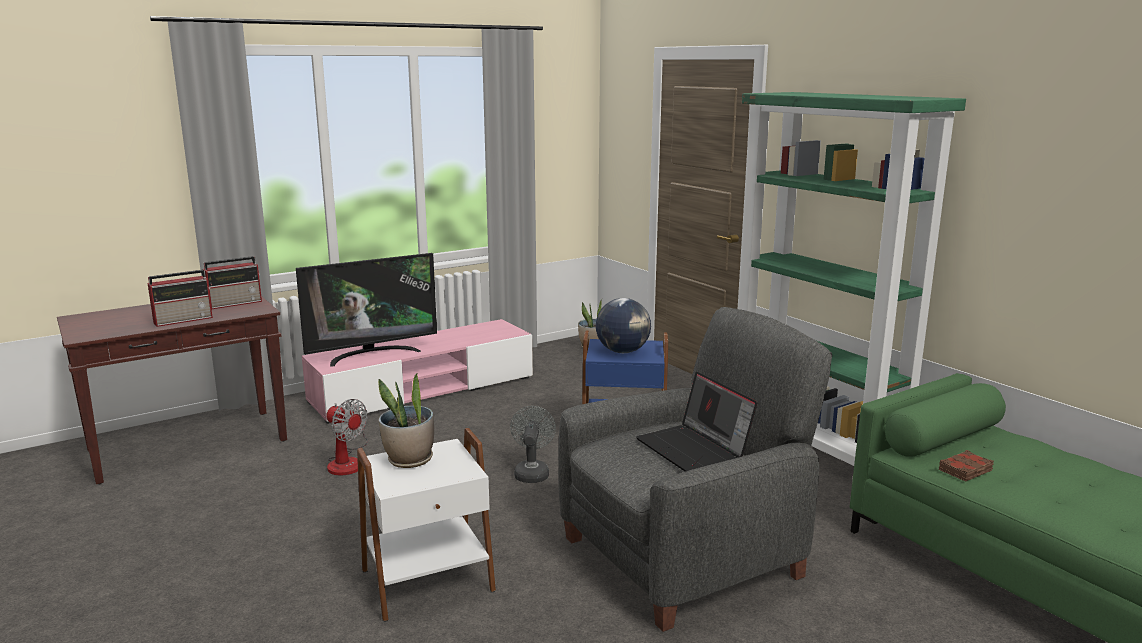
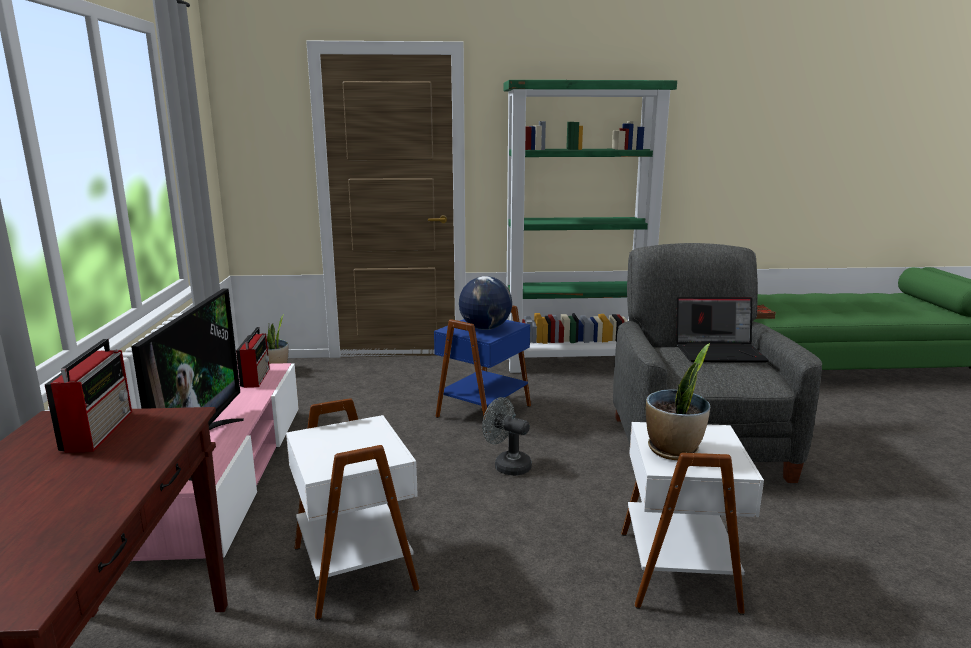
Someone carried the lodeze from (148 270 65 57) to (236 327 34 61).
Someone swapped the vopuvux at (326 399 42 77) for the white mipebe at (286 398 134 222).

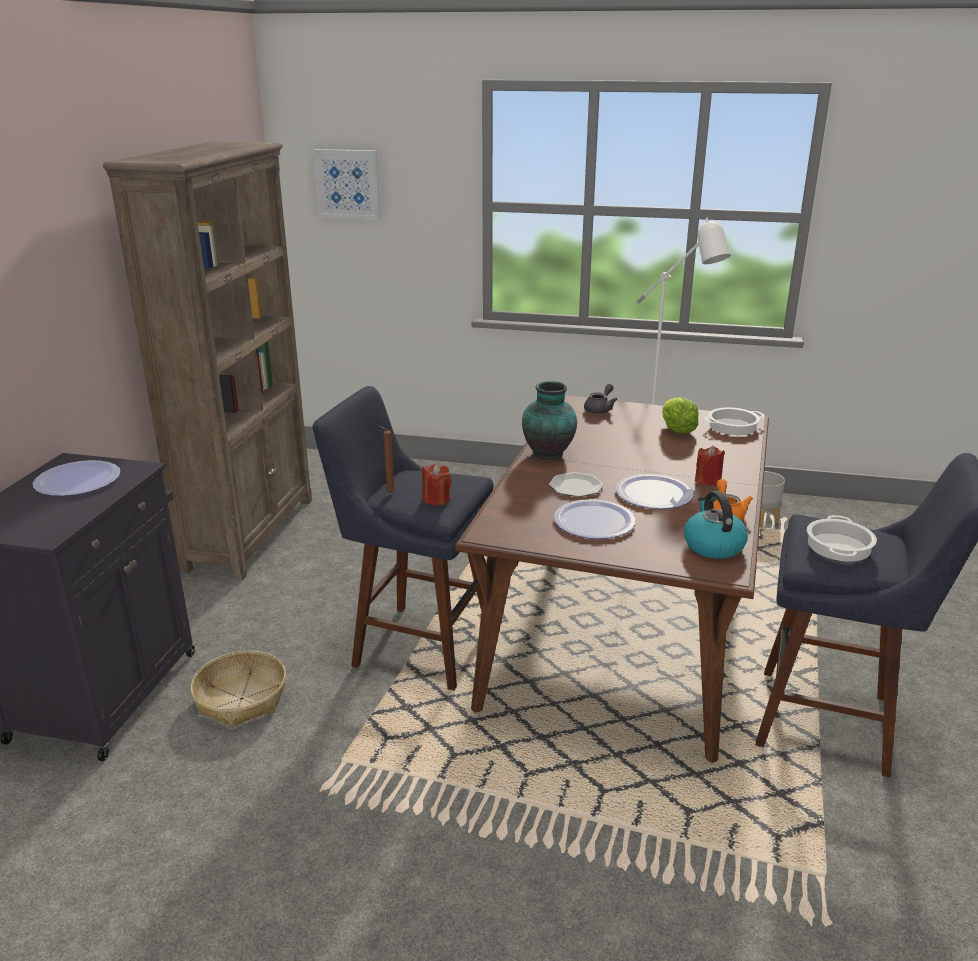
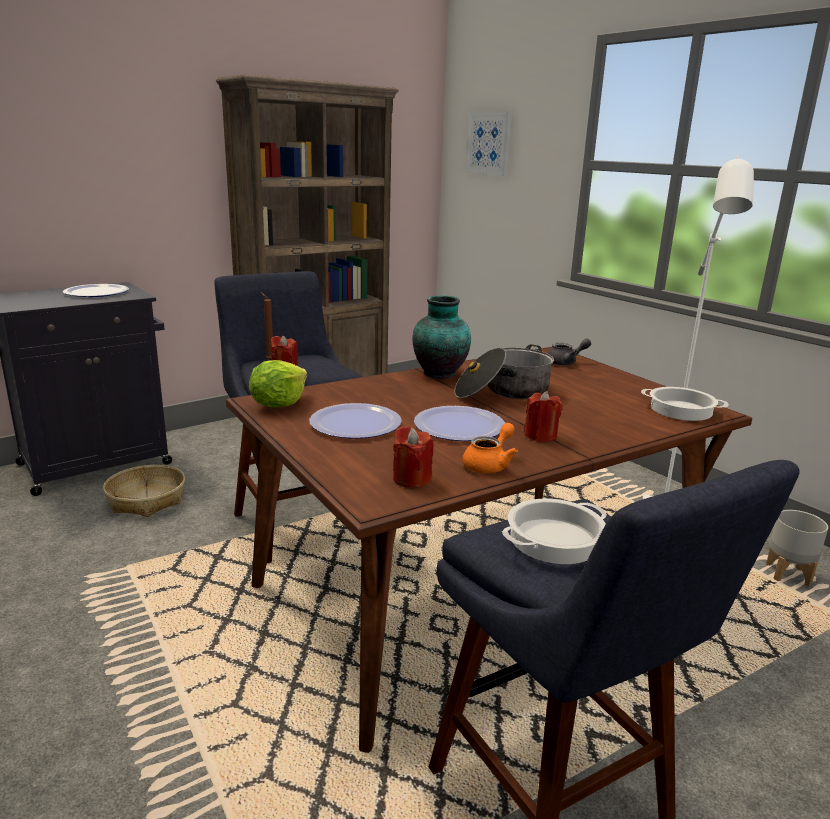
Someone carried the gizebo from (662 397 37 37) to (249 360 58 47).
Someone swapped the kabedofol at (684 491 64 68) for the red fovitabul at (393 426 40 62).
Someone put down the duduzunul at (454 344 100 55).
Someone took away the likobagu at (549 472 55 25).

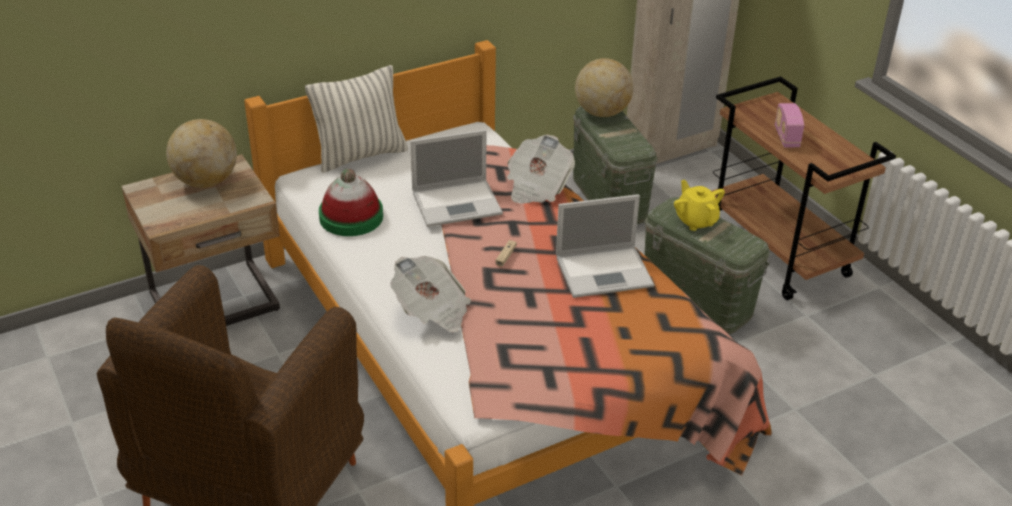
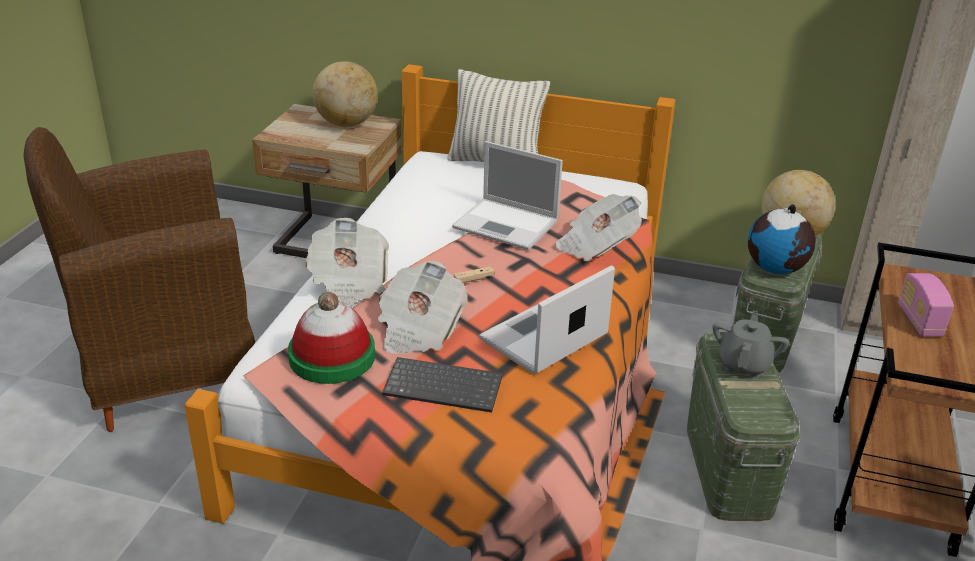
Someone carried the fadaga from (319 169 64 67) to (288 292 87 92).
Someone put down the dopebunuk at (378 261 90 93).
Someone put down the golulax at (382 357 121 56).
Someone rotated the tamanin at (556 194 98 104) by 105 degrees clockwise.
Someone repainted the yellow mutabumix at (674 180 51 51), which became the grey mutabumix at (712 311 77 67).
Someone put down the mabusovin at (748 204 68 70).
Someone rotated the lodeze at (775 103 29 45) by 45 degrees counterclockwise.

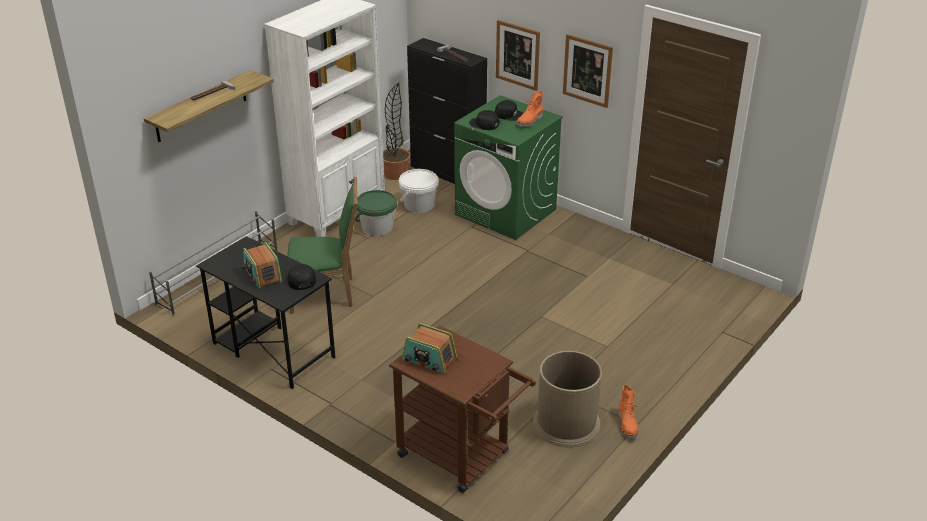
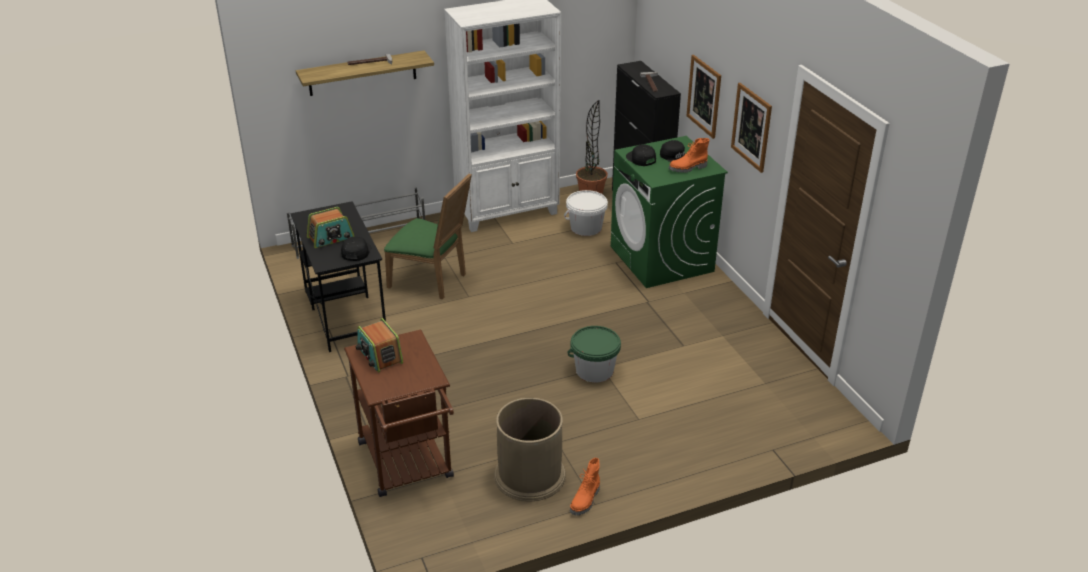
Someone rotated the lodeze at (242 242 40 47) by 120 degrees counterclockwise.
Someone carried the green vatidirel from (355 190 42 46) to (567 326 54 56).

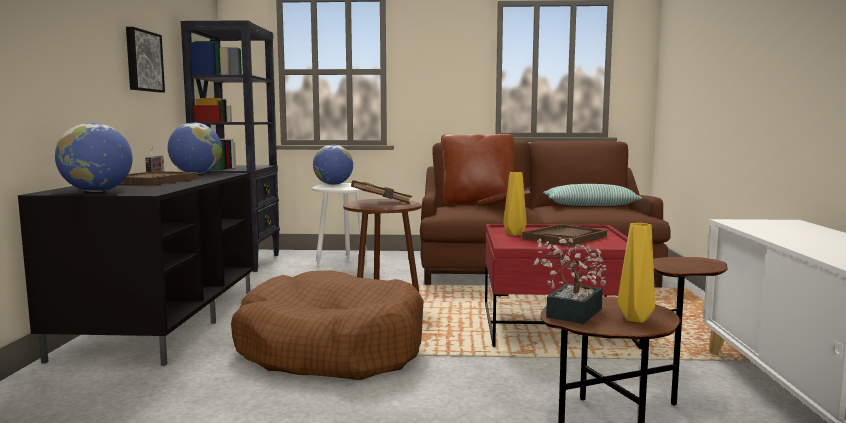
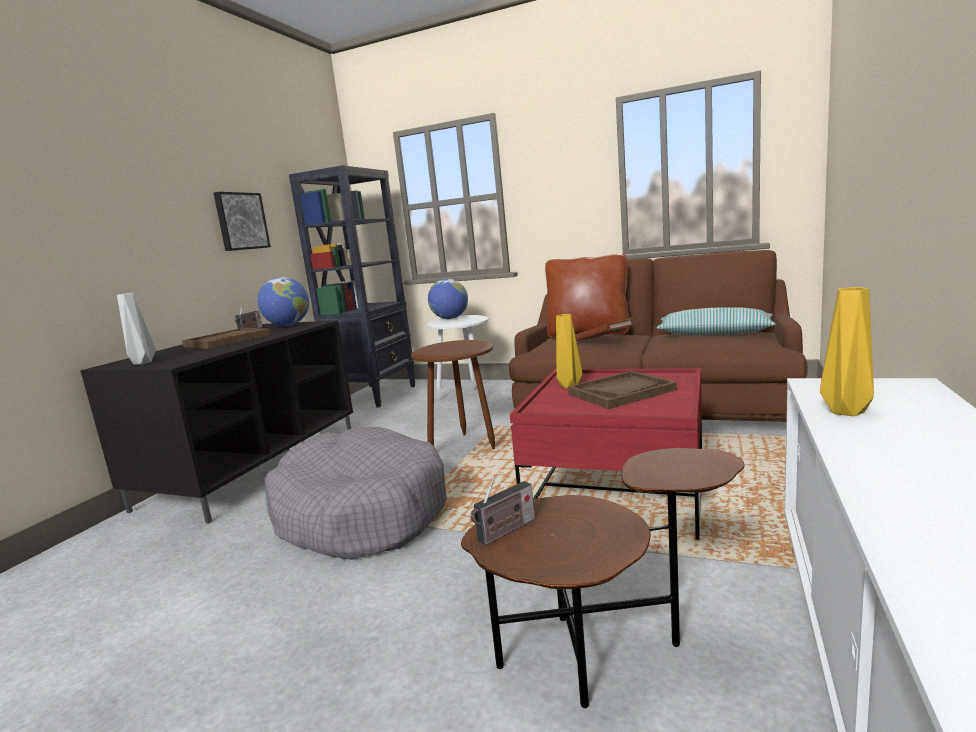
Someone swapped the mabusovin at (55 123 77 69) for the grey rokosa at (117 293 39 72).
Someone repainted the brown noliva at (231 270 193 110), which became the grey noliva at (265 427 182 133).
Someone swapped the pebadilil at (534 237 72 87) for the lodeze at (470 477 65 68).
Someone carried the yellow rokosa from (617 223 38 100) to (820 287 54 129).
Someone took away the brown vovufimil at (351 180 61 24).

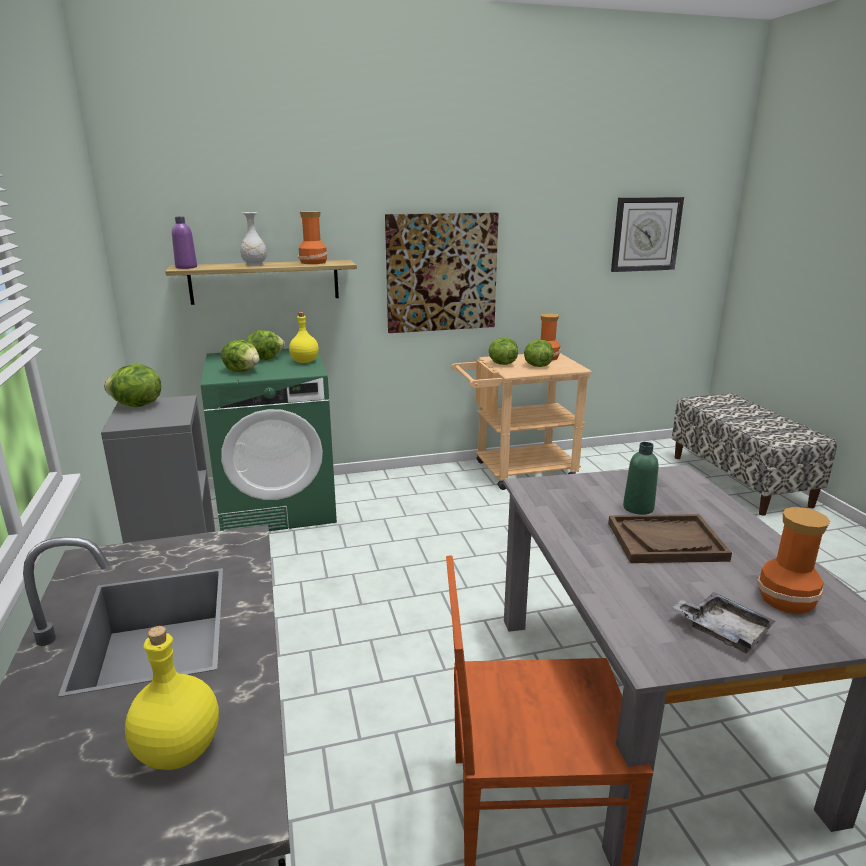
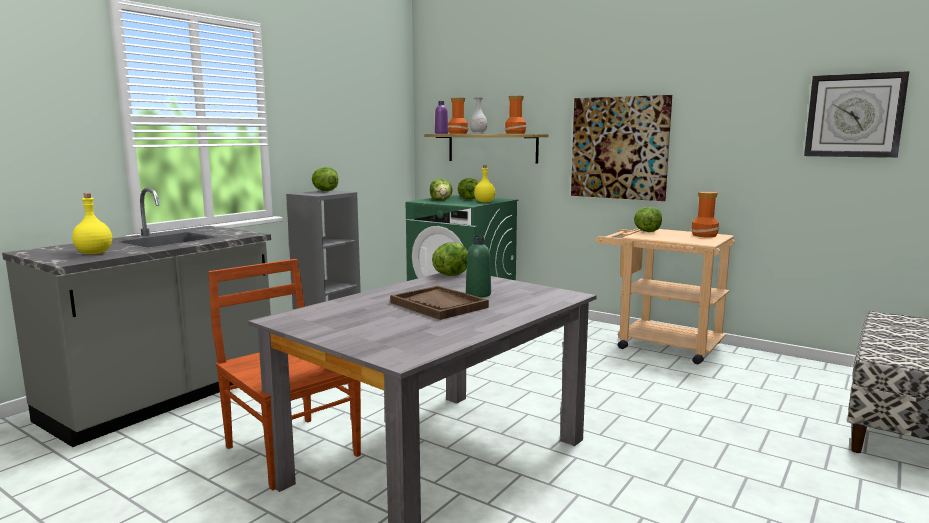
Someone carried the gizebo from (524 340 29 27) to (432 243 36 33).
Someone carried the rokosa from (757 507 73 107) to (448 98 21 36).
Someone took away the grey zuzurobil at (673 592 102 61).

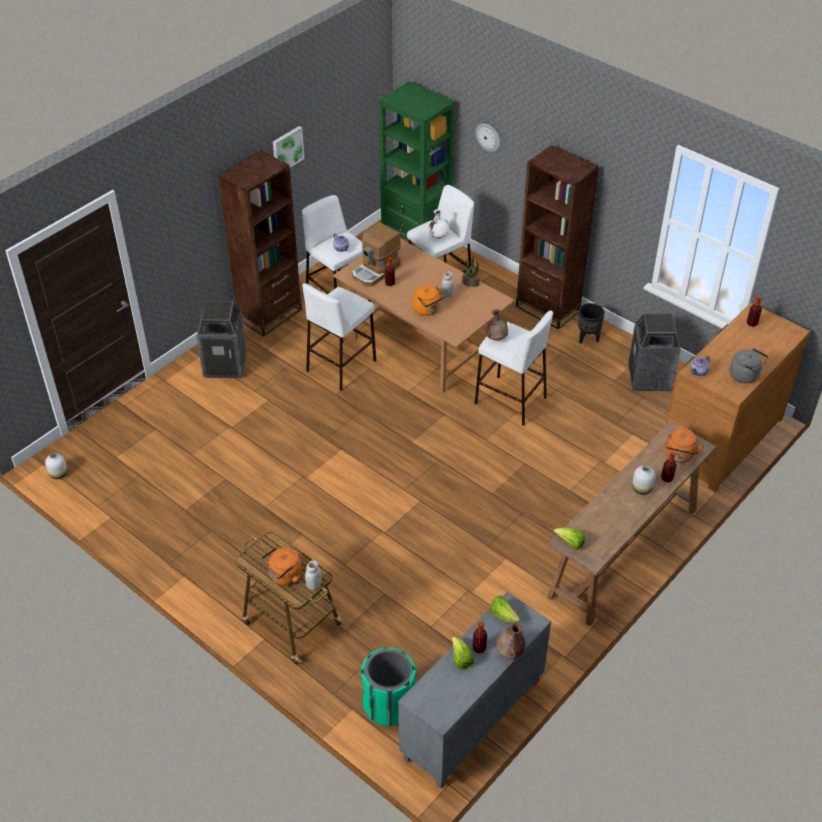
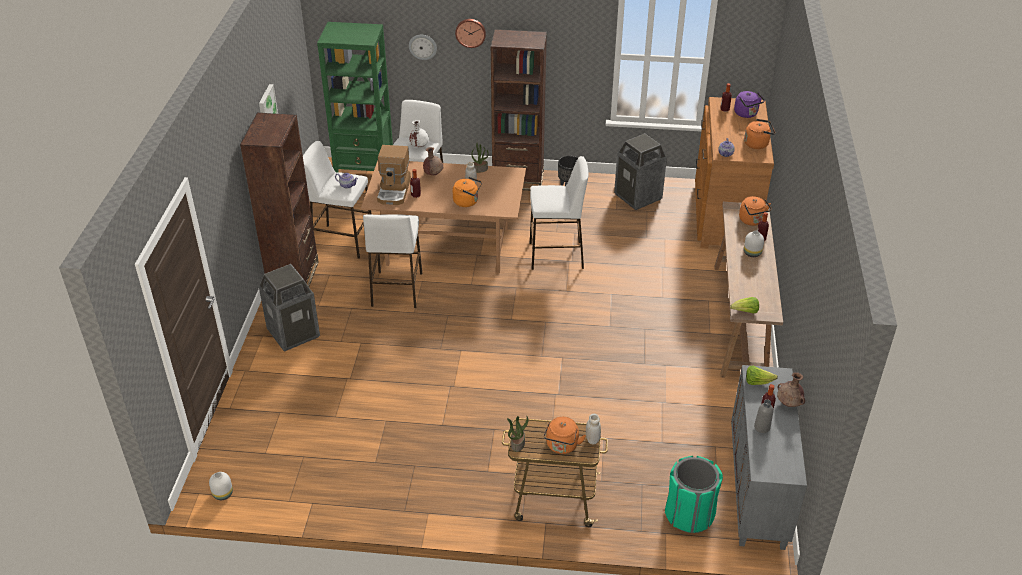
Someone carried the brown rokosa from (486 309 22 32) to (423 147 20 28).
Someone put up the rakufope at (455 19 31 29).
Someone put down the pebadilil at (507 415 22 37).
Someone put down the purple kabedofol at (734 91 31 27).
Someone repainted the grey kabedofol at (730 348 38 36), which became the orange kabedofol at (744 119 31 30).
Someone swapped the gizebo at (451 637 23 32) for the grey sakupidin at (754 399 19 34).

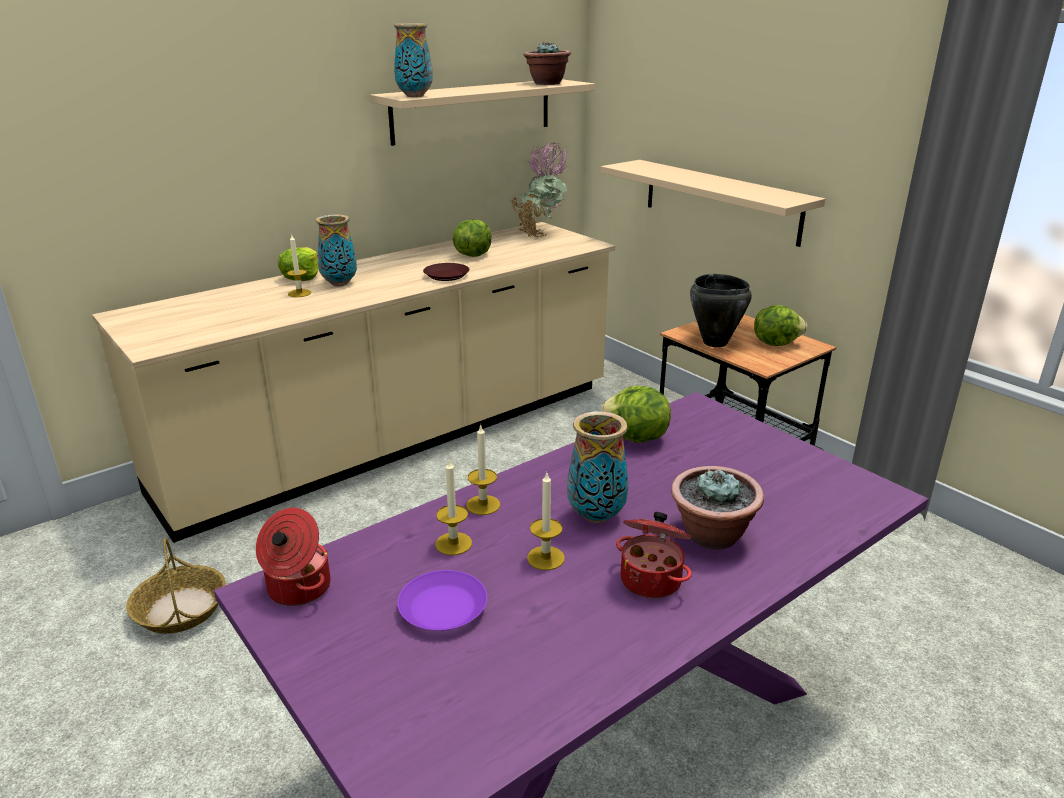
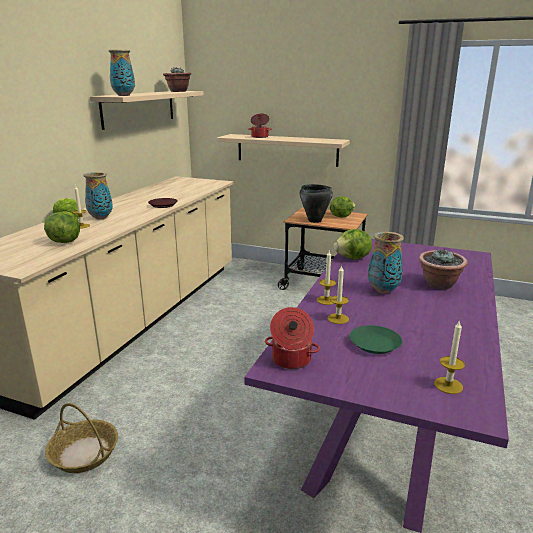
Someone carried the gizebo from (453 220 39 37) to (44 211 36 32).
Someone carried the duduzunul from (616 512 76 87) to (248 113 24 25).
Someone repainted the purple likobagu at (397 570 90 61), which became the green likobagu at (349 325 53 29).
Someone carried the fovitabul from (527 471 38 99) to (434 320 31 74).
Someone took away the pebadilil at (510 142 60 96).

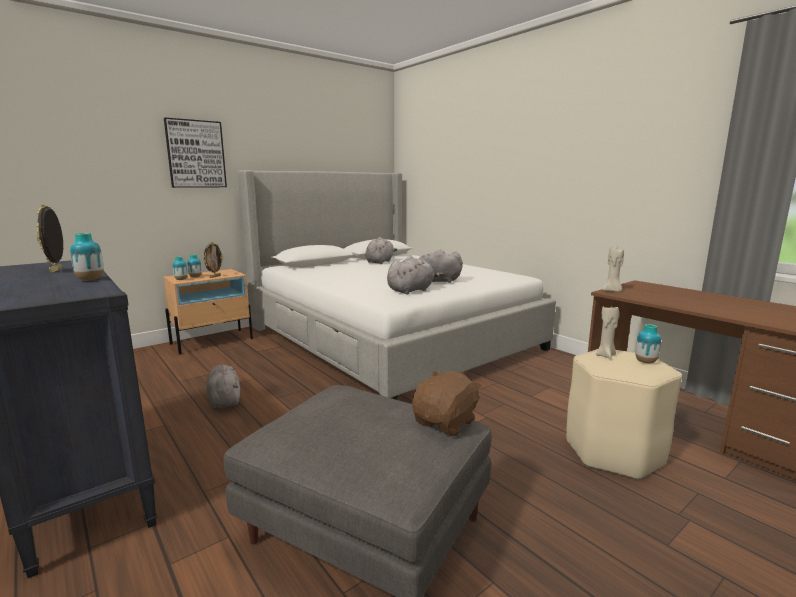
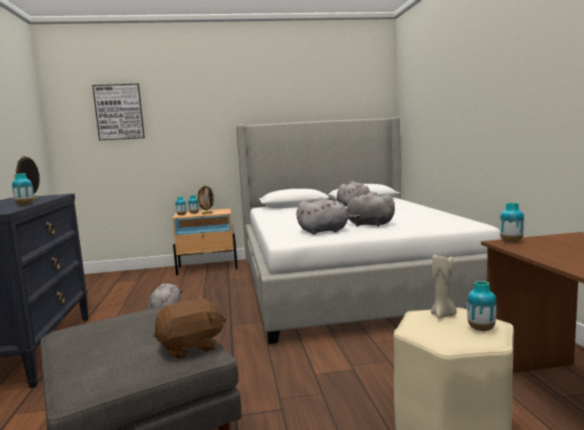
Someone carried the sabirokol from (164 118 63 70) to (92 84 53 56).
Someone swapped the beige fovitabul at (603 247 21 45) for the rokosa at (500 202 24 40).

